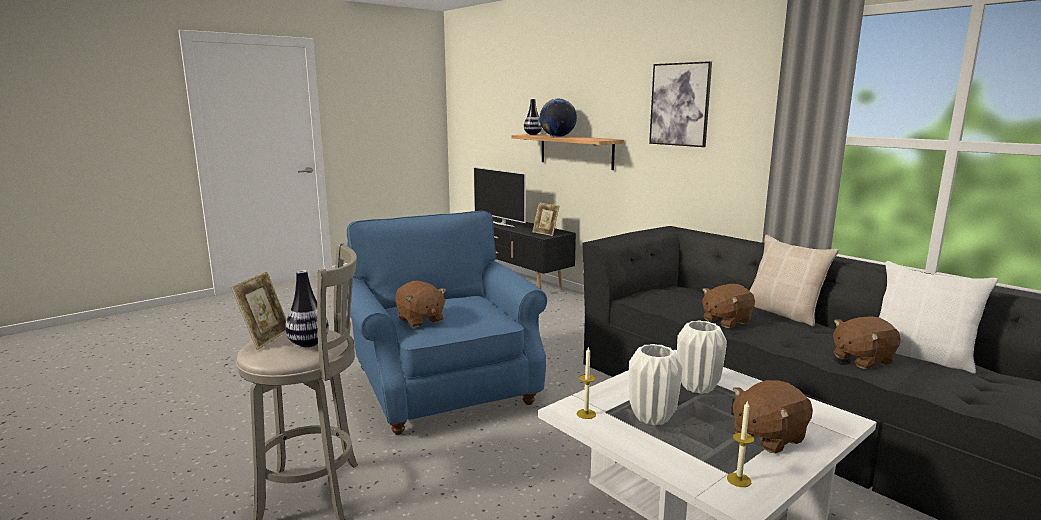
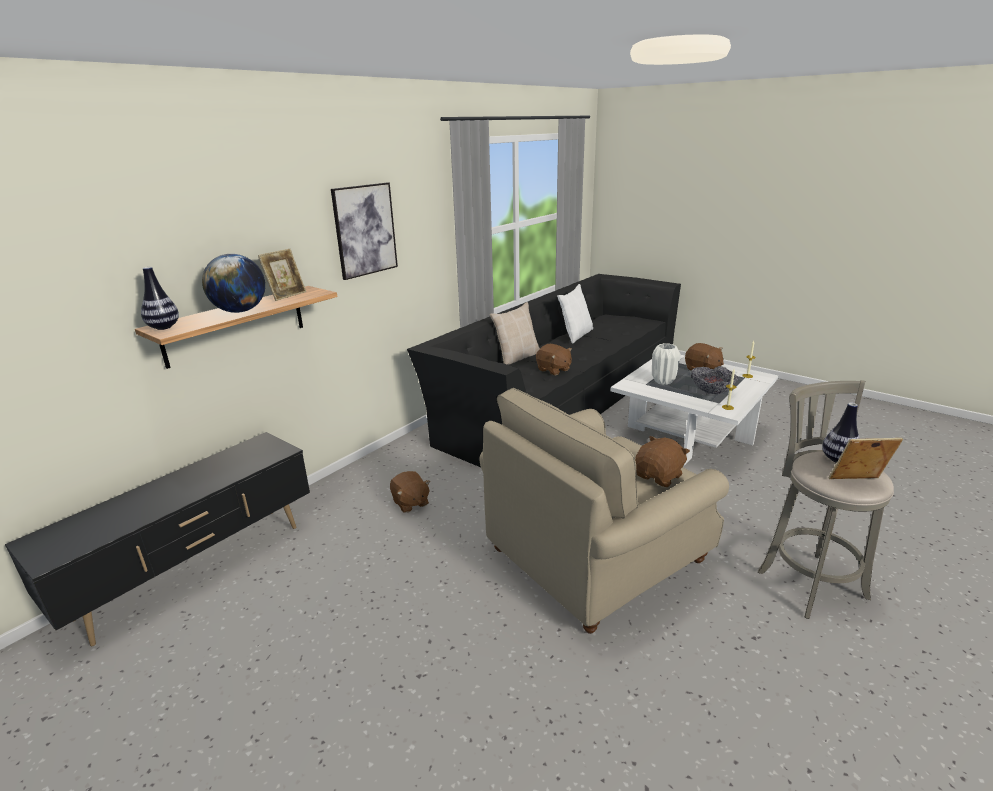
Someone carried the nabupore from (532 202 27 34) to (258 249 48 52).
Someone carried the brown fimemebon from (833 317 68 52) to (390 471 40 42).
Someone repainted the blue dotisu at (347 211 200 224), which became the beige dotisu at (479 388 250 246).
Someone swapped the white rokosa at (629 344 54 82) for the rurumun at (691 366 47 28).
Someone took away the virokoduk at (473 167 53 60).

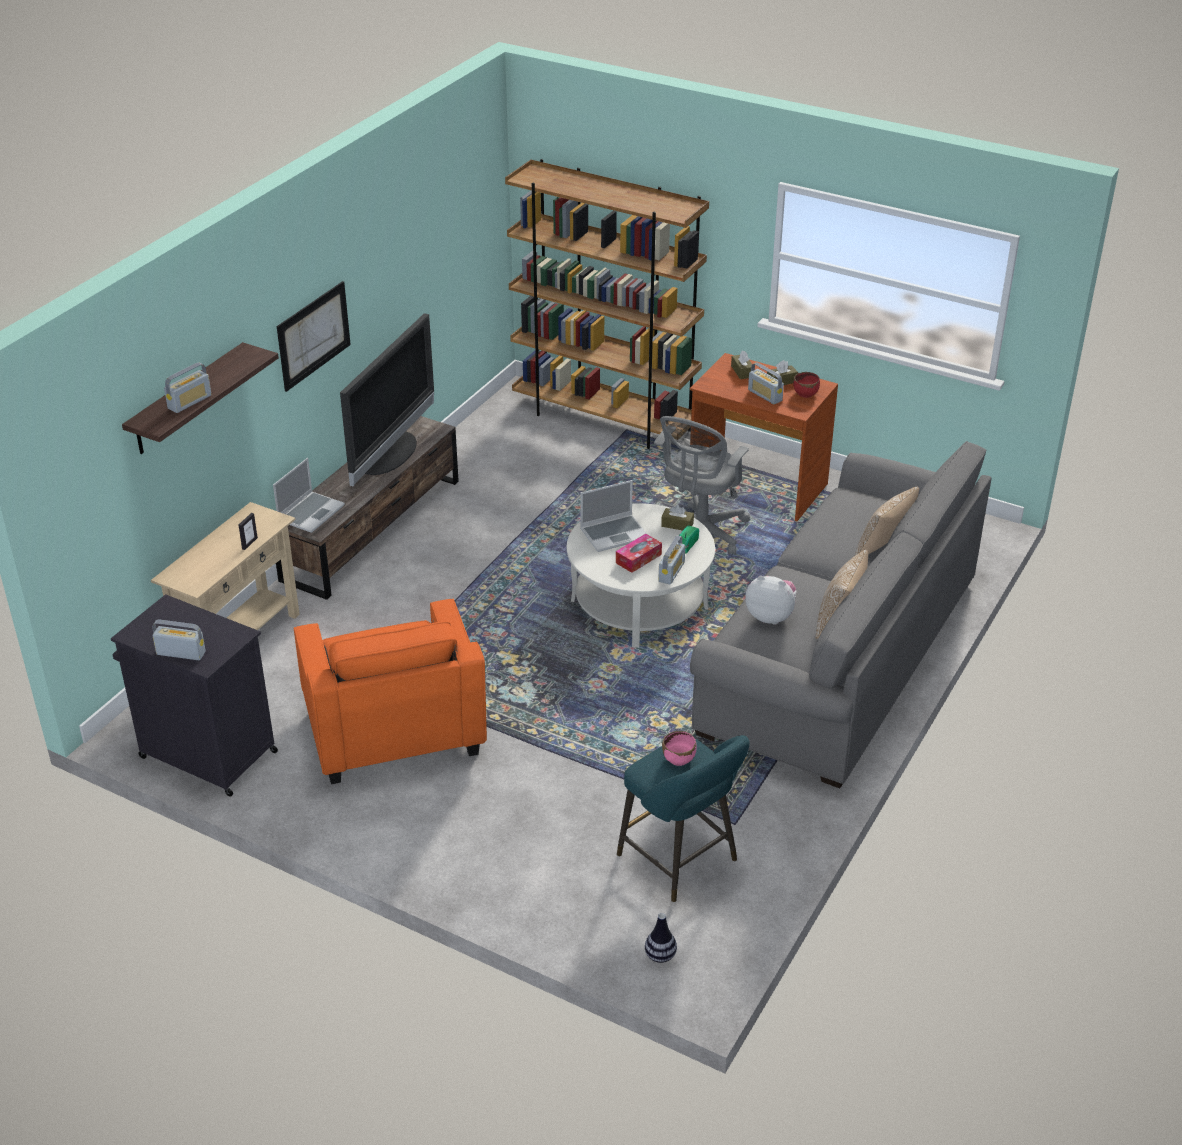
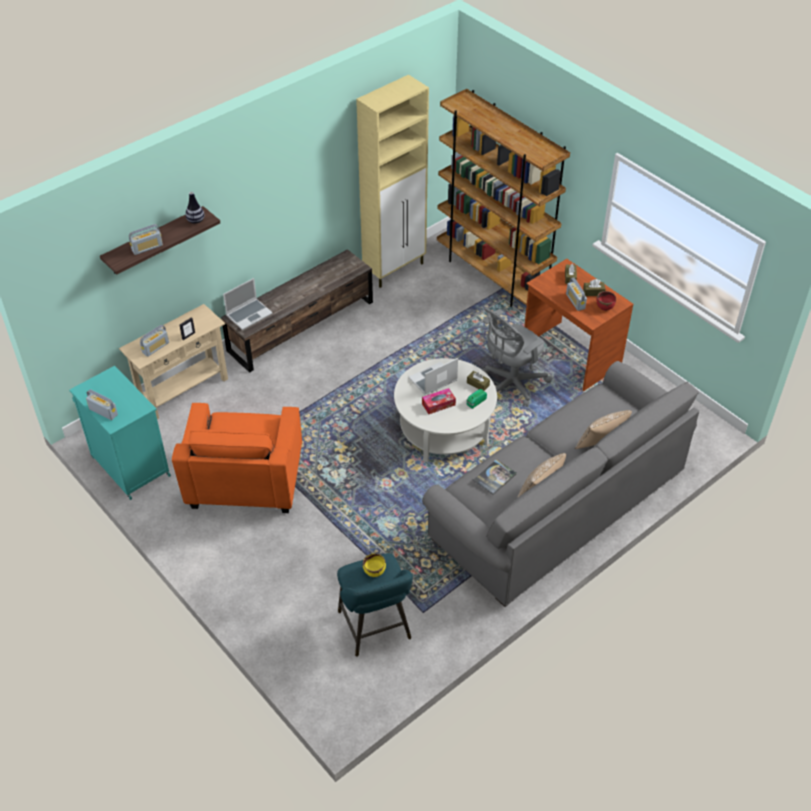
Someone repainted the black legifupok at (111 594 167 203), which became the turquoise legifupok at (69 366 102 134).
Someone carried the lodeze from (658 535 27 49) to (140 325 29 32).
Someone carried the rokosa from (645 913 32 50) to (185 192 19 32).
Someone put down the beige legifupok at (356 75 73 213).
Someone repainted the pink rurumun at (662 731 35 35), which became the yellow rurumun at (363 553 23 24).
Someone rotated the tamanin at (580 480 67 72) by 150 degrees clockwise.
Someone swapped the fimemebon at (745 575 52 50) for the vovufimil at (473 459 44 36).
Someone took away the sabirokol at (277 281 74 111).
Someone took away the virokoduk at (340 313 94 174).

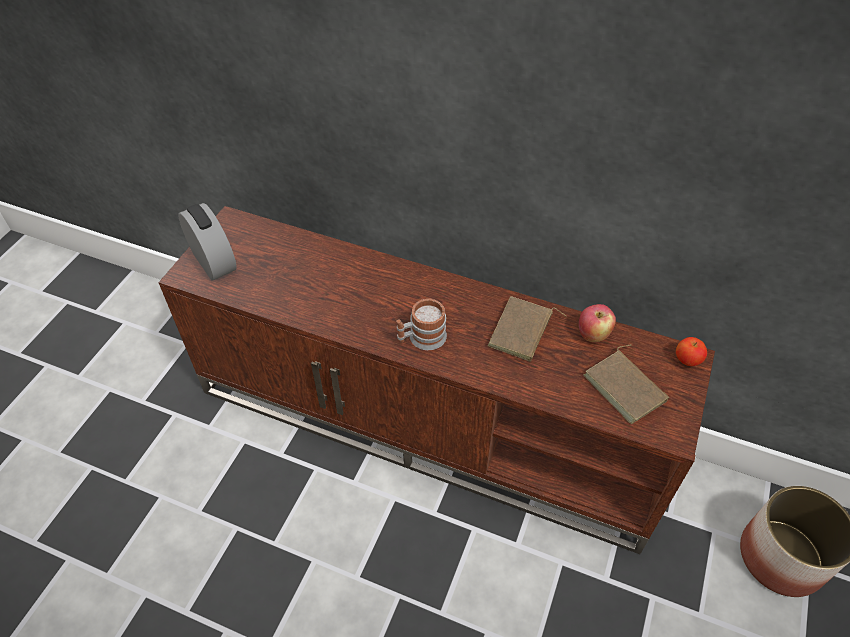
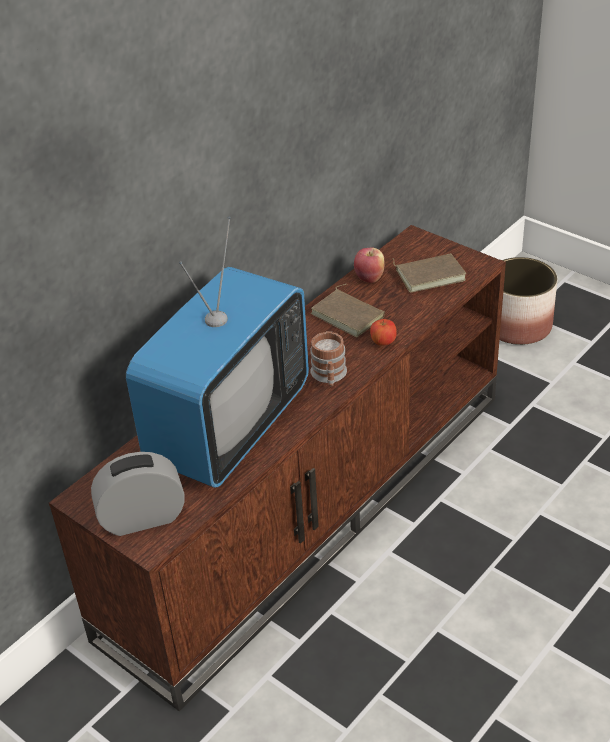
Someone put down the virokoduk at (126 216 183 272).
Someone carried the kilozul from (676 337 31 29) to (370 319 27 27).

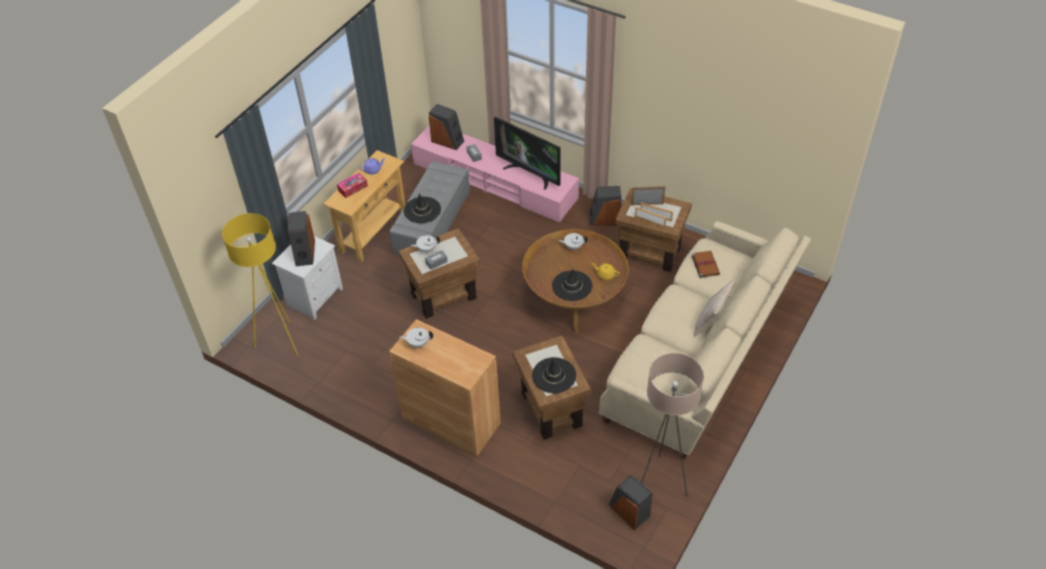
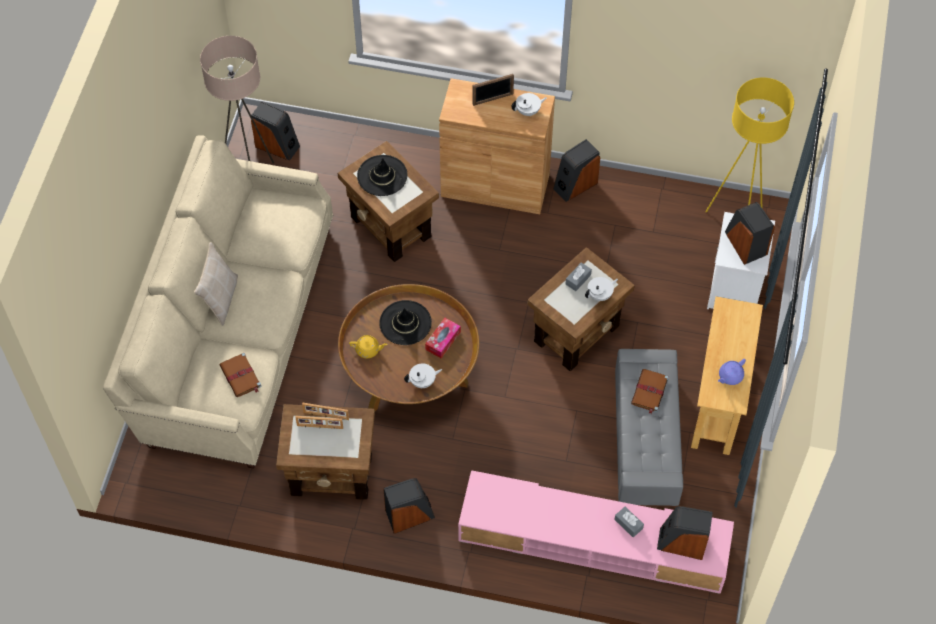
Someone carried the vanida from (337 173 31 25) to (425 318 36 40).
Someone carried the nabupore from (631 186 34 19) to (473 74 41 32).
Someone put down the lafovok at (553 139 47 63).
Someone swapped the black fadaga at (404 193 37 30) for the brown vovufimil at (631 369 38 45).
Someone took away the virokoduk at (494 116 66 74).

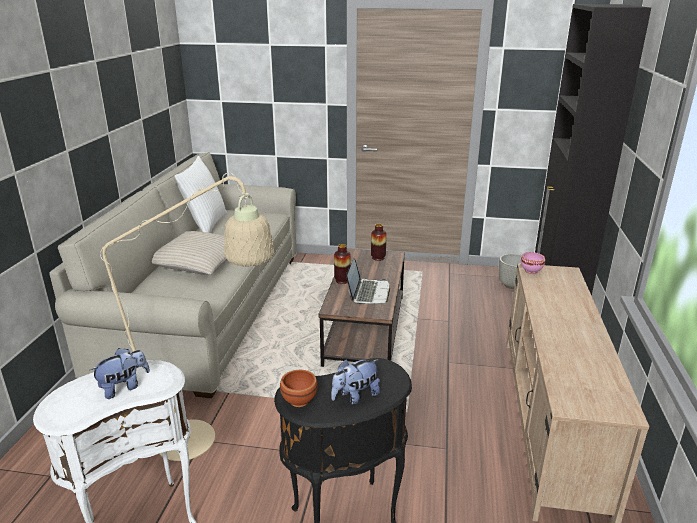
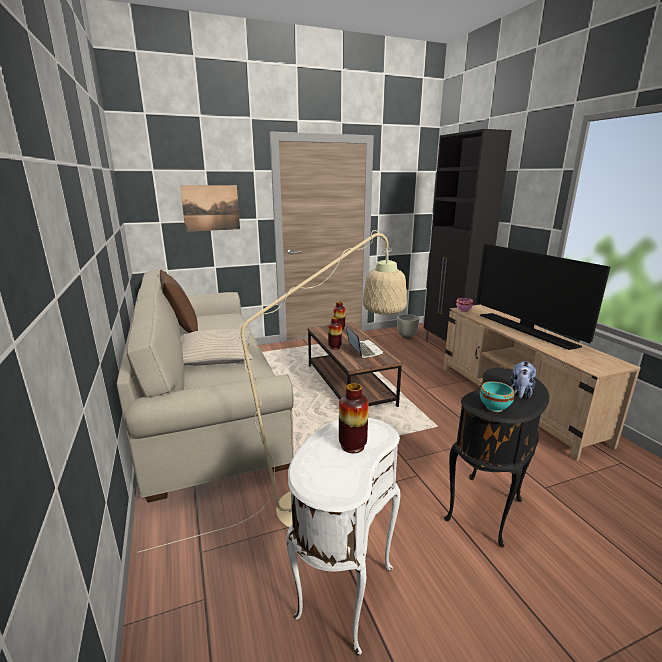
Someone repainted the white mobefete at (175 156 52 77), which became the brown mobefete at (160 270 38 63).
Someone put up the sabirokol at (180 185 60 47).
Someone swapped the fimemebon at (90 348 60 51) for the rokosa at (339 383 30 70).
Someone put down the virokoduk at (476 244 134 106).
Someone repainted the brown rurumun at (280 370 38 37), which became the turquoise rurumun at (480 381 34 31).

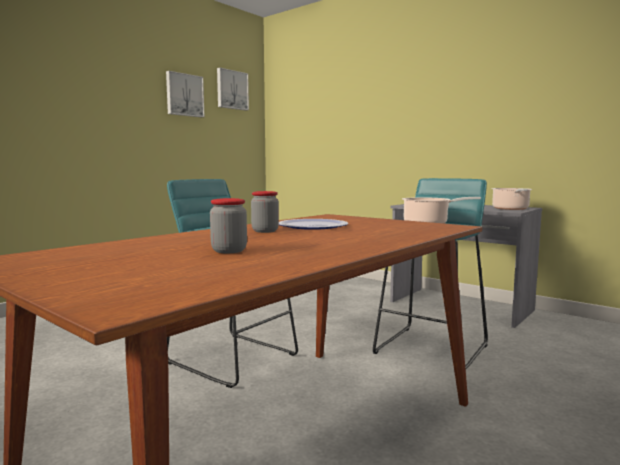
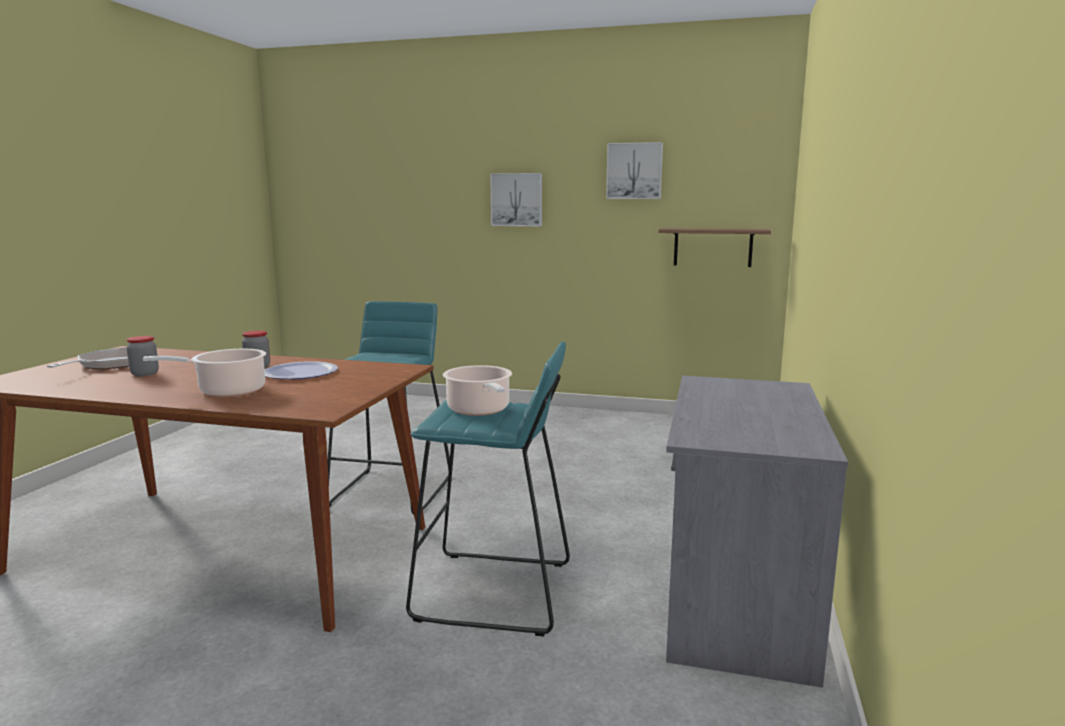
Someone put down the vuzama at (46 348 83 22).
Someone carried the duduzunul from (492 188 40 22) to (143 349 123 48).
Someone carried the sabirokol from (217 68 32 43) to (490 173 52 53).
Someone put up the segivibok at (658 228 113 39).

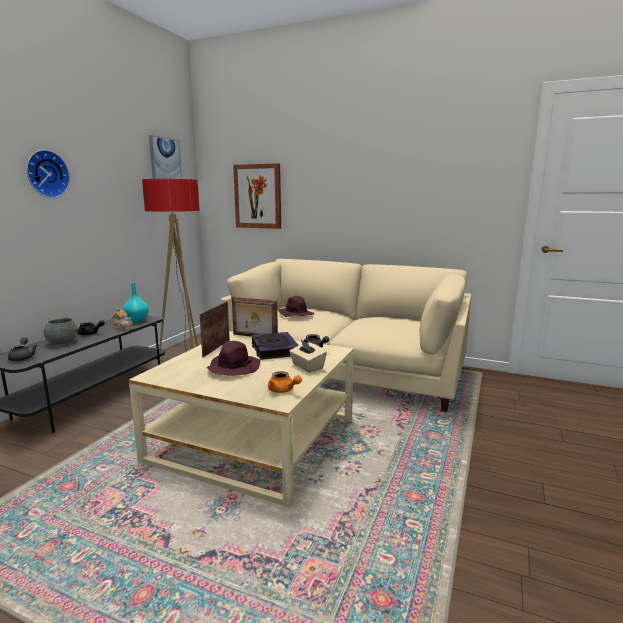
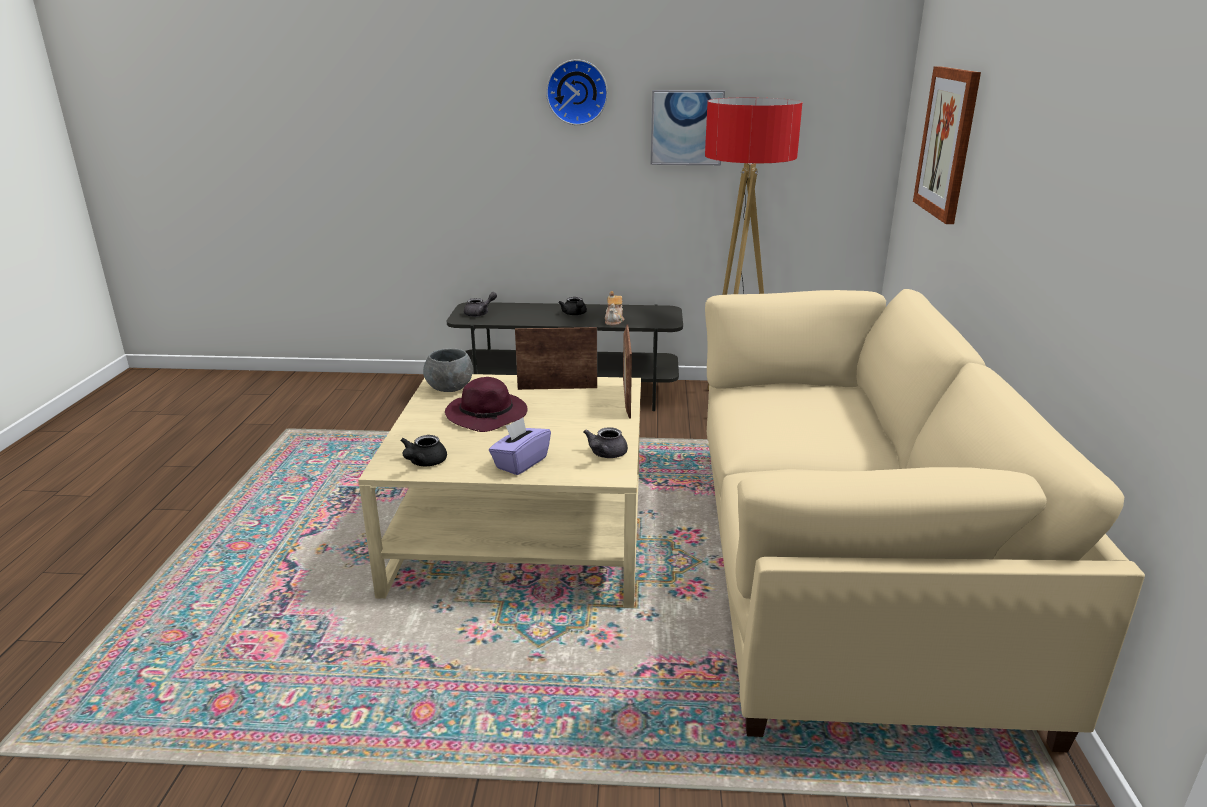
Someone repainted the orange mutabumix at (268 371 34 22), which became the black mutabumix at (400 435 47 31).
Someone carried the grey rurumun from (44 318 34 26) to (423 348 50 44).
Someone repainted the beige vanida at (289 340 38 32), which became the purple vanida at (489 417 62 58).
Someone carried the sabirokol from (149 135 33 44) to (651 90 74 75).
Someone took away the turquoise rokosa at (123 282 26 41).
Someone took away the vovufimil at (251 332 48 28).
Someone took away the purple fadaga at (278 296 36 21).

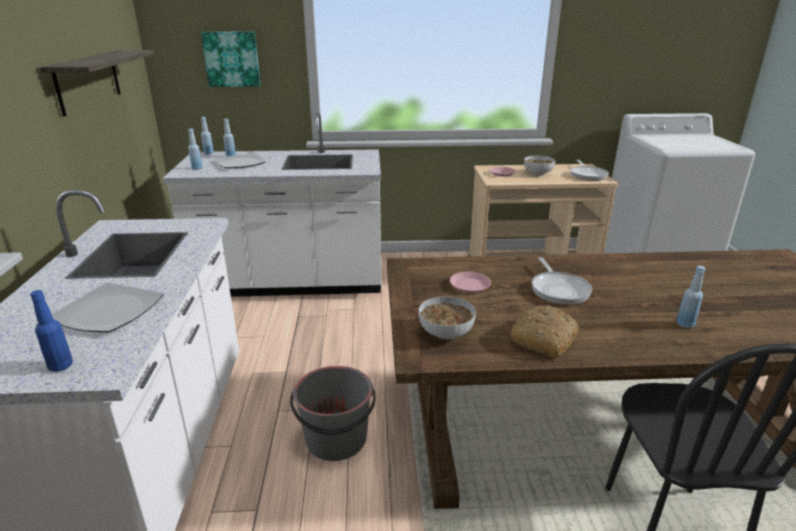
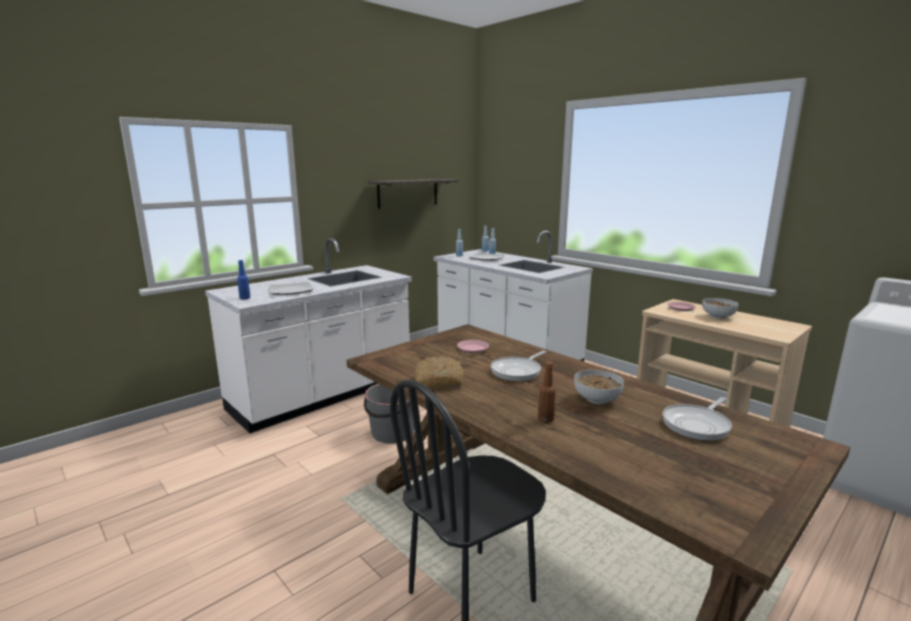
Someone repainted the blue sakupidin at (677 266 28 62), which became the brown sakupidin at (538 362 18 61).
Someone carried the rurumun from (419 296 57 44) to (574 370 50 34).
Someone carried the vuzama from (570 160 39 21) to (663 397 69 44).
Someone took away the sabirokol at (201 32 60 55).

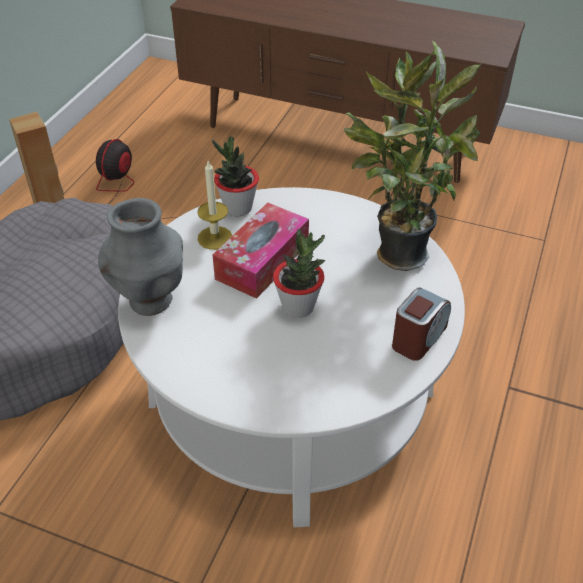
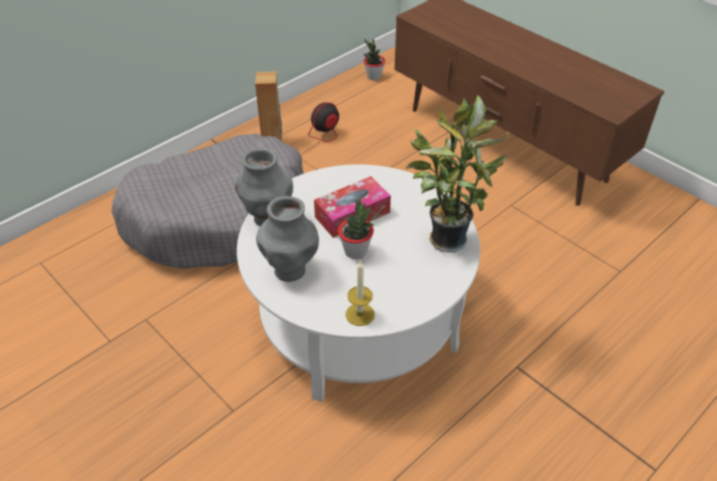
Someone put down the grey rokosa at (256 196 63 86).
Someone carried the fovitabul from (197 161 36 89) to (346 261 29 65).
Someone carried the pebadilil from (212 136 47 80) to (363 39 22 41).
Someone took away the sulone at (392 288 59 73).

